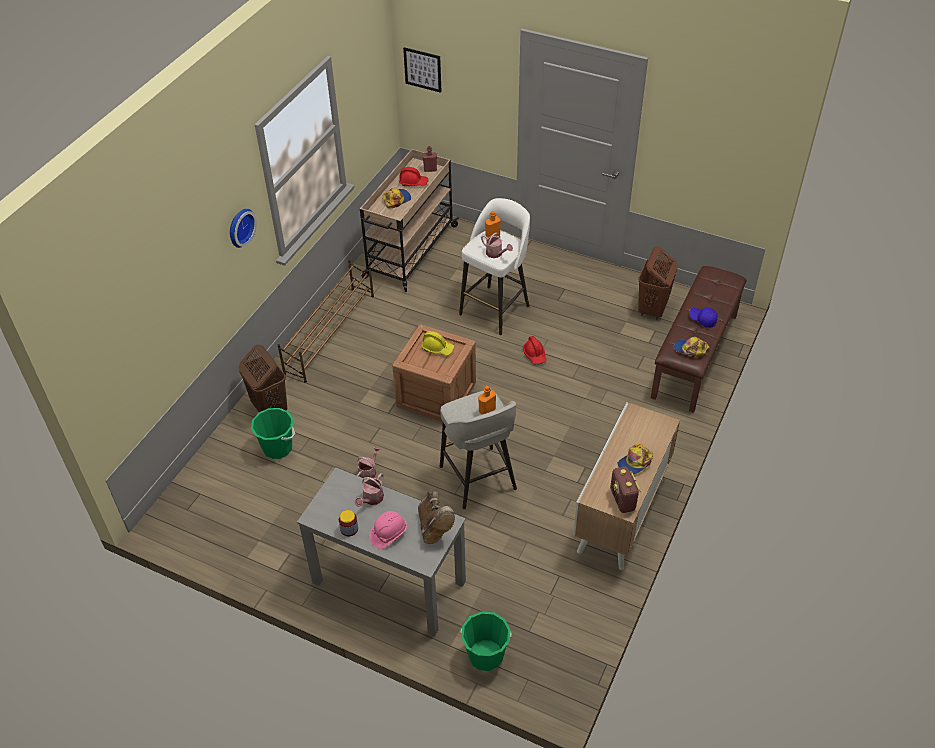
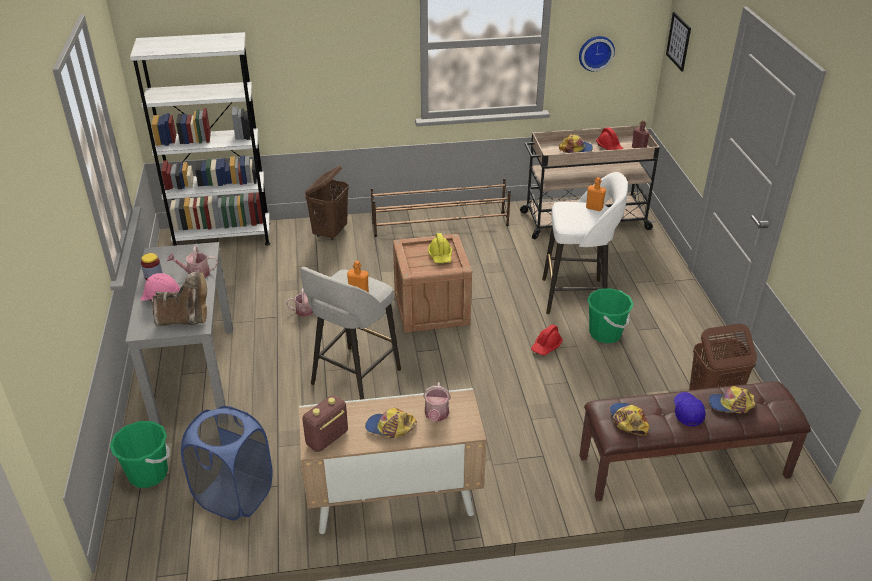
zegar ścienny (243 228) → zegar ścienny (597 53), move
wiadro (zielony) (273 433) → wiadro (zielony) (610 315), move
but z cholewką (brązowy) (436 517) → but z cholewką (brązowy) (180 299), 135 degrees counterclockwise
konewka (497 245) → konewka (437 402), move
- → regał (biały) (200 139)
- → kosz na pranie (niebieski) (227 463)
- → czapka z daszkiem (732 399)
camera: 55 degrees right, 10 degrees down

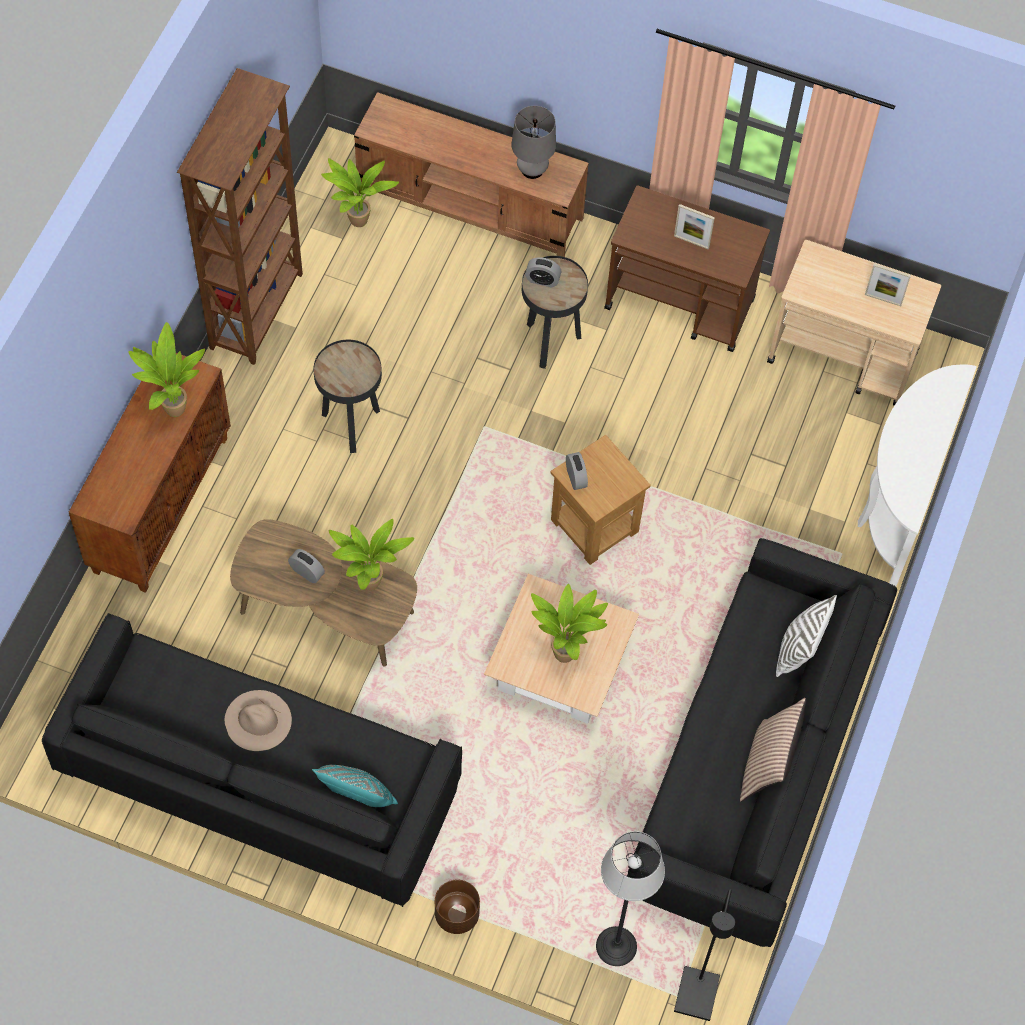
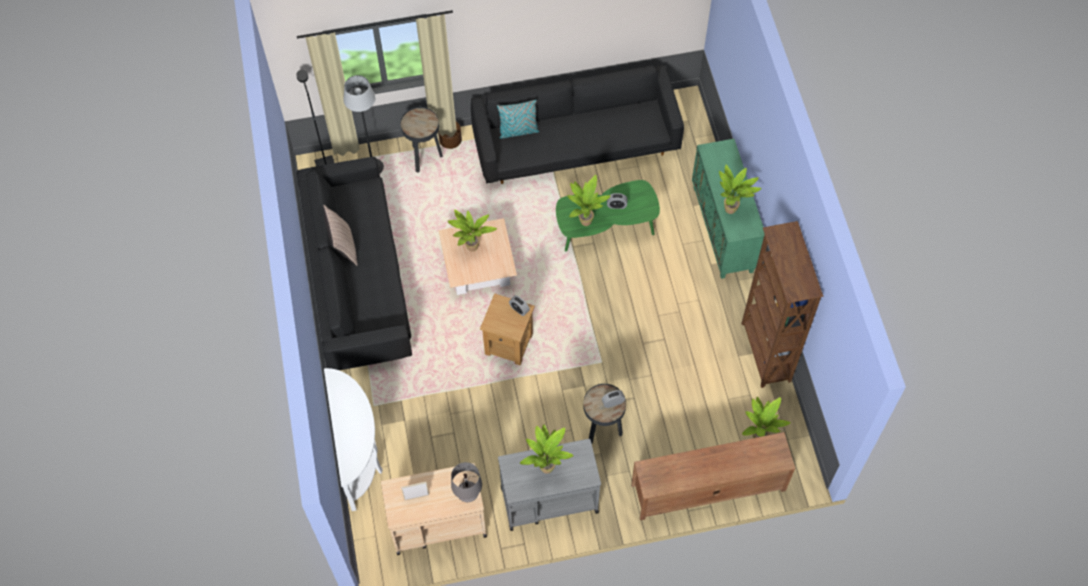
szafka (brązowy) (150 473) → szafka (zielony) (728 209)
kapelusz (beżowy) (258 720) → -
ława (brązowy) (323 592) → ława (zielony) (608 215)
stolik (czarny) (347 396) → stolik (czarny) (421 140), move
lampa stołowa (szary) (533 142) → lampa stołowa (szary) (466 482), move
wózek (brązowy) (687 268) → wózek (szary) (549 485)
ramka na zdjęcie (694 227) → roślina doniczkowa (547 449)
poduszka (biały) (806 636) → -
camera: 150 degrees right, 0 degrees up

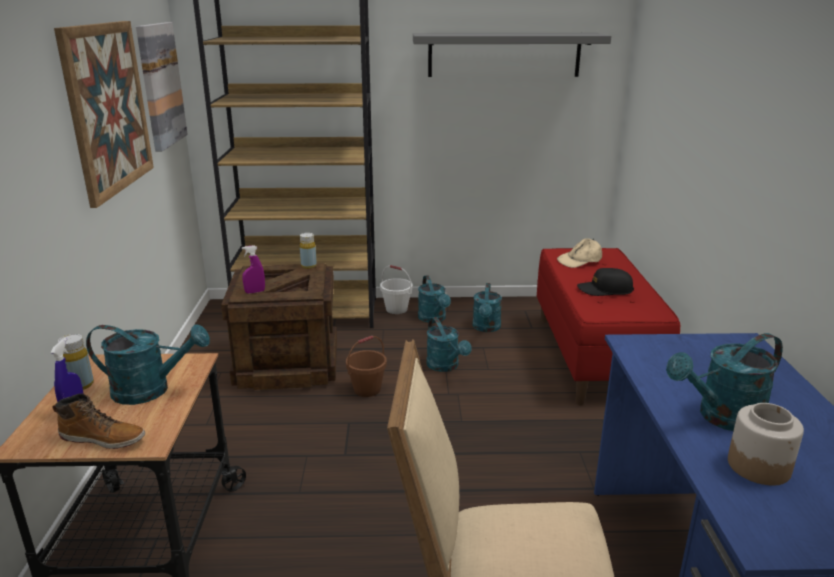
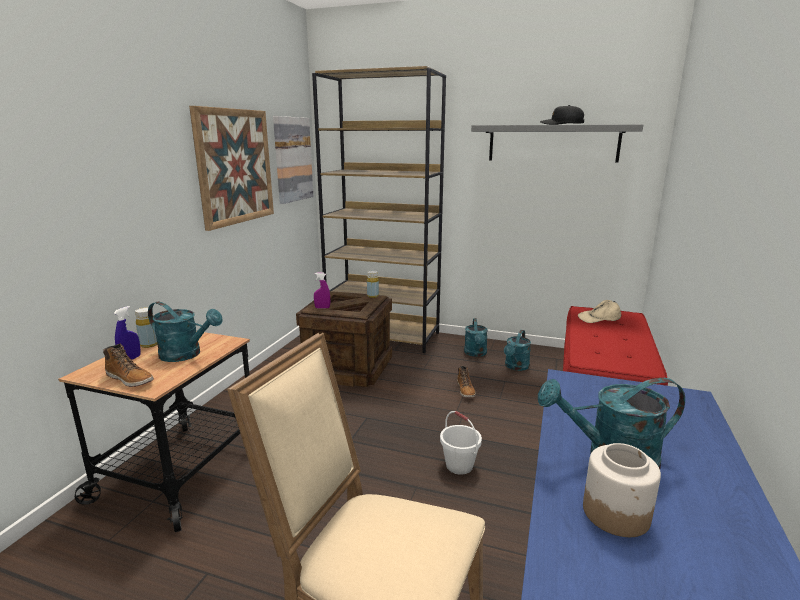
wiadro (brązowy) (366 366) → -
wiadro (biały) (396 289) → wiadro (biały) (461 443), move
konewka (turkusowy) (449 344) → but z cholewką (466 382)
czapka z daszkiem (czarny) (605 282) → czapka z daszkiem (czarny) (562 115), move
camera: 20 degrees right, 5 degrees down

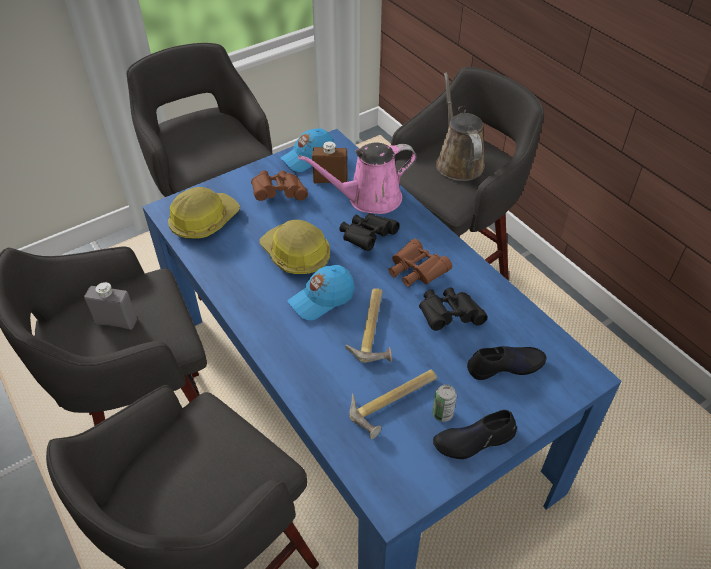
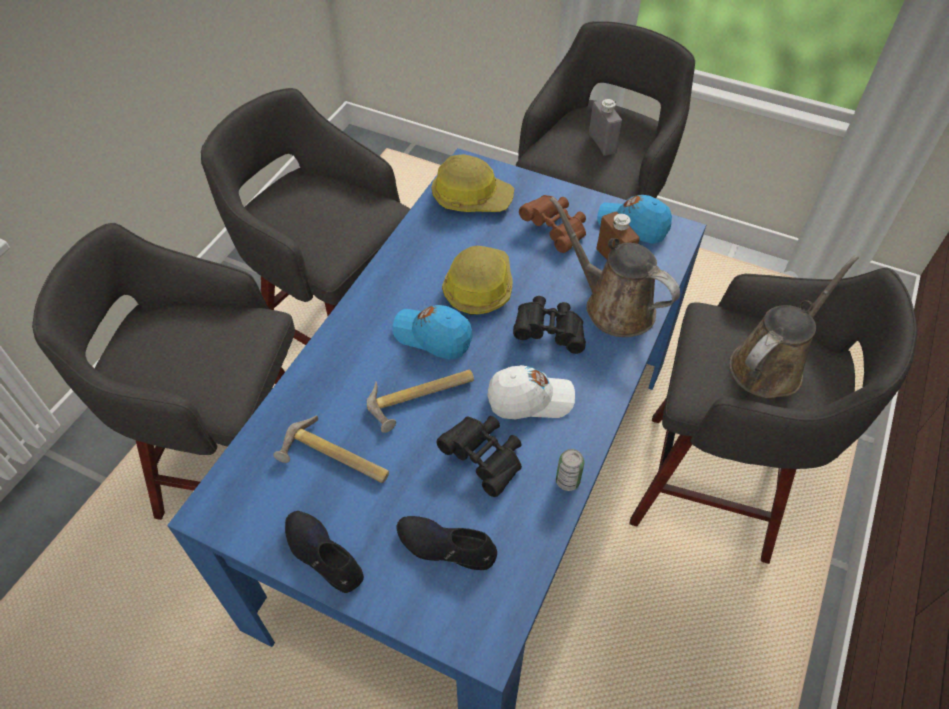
butelka (szary) (110 306) → butelka (szary) (605 127), move
konewka (różowy) (357 178) → konewka (brązowy) (615 267)
lornetka (brązowy) (420 263) → czapka z daszkiem (biały) (531 392)
puszka (445 403) → puszka (570 470), move
but (czarny) (506 363) → but (czarny) (446 543), 150 degrees clockwise
camera: 60 degrees right, 5 degrees up

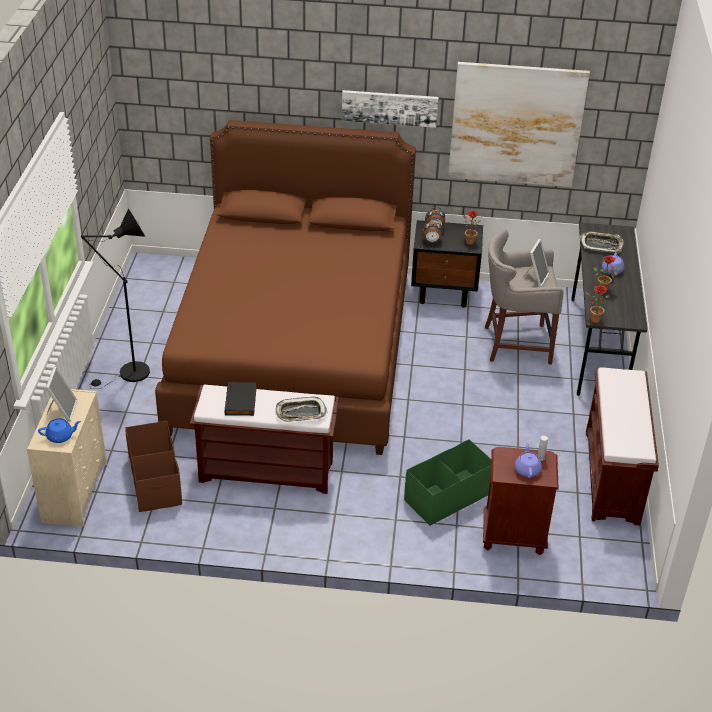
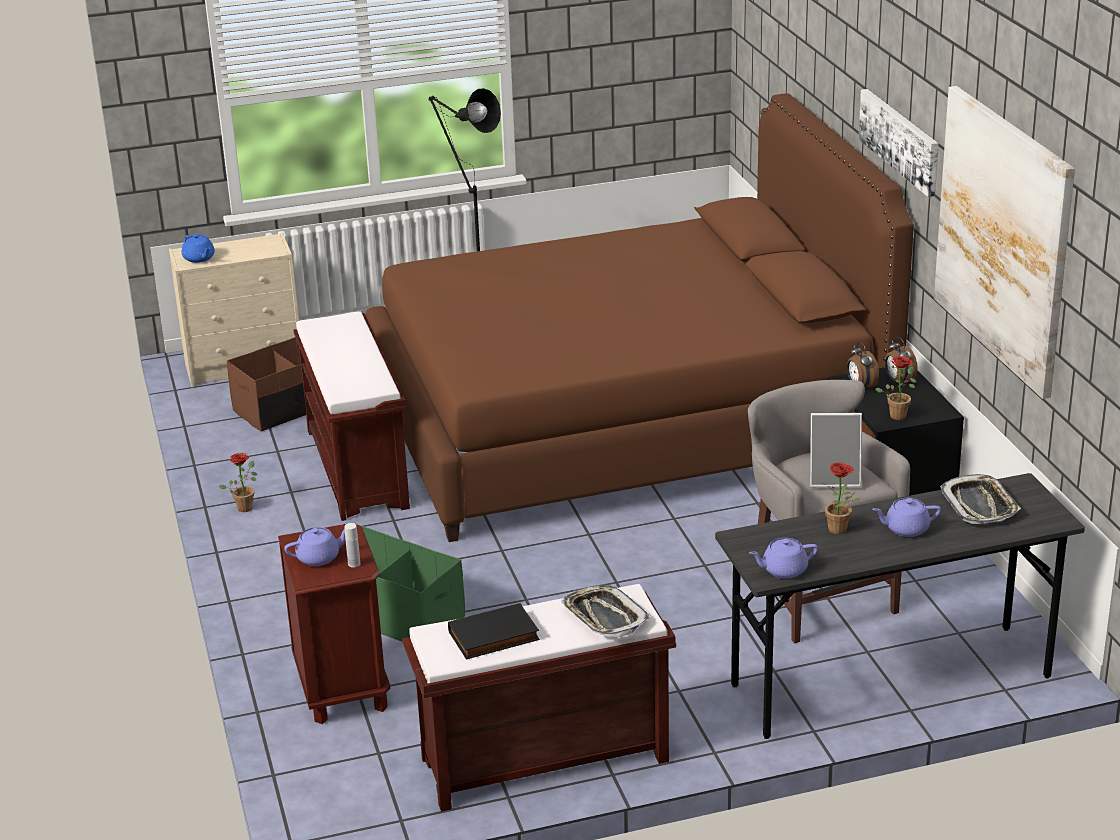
ramka na zdjęcie (61 394) → -
książka (czarny) (241 399) → książka (czarny) (494 631), move
taca (301 409) → taca (605 611), move
roślina doniczkowa (597 304) → roślina doniczkowa (238 482), move
- → imbryk (fioletowy) (783 558)
camera: 70 degrees right, 10 degrees down

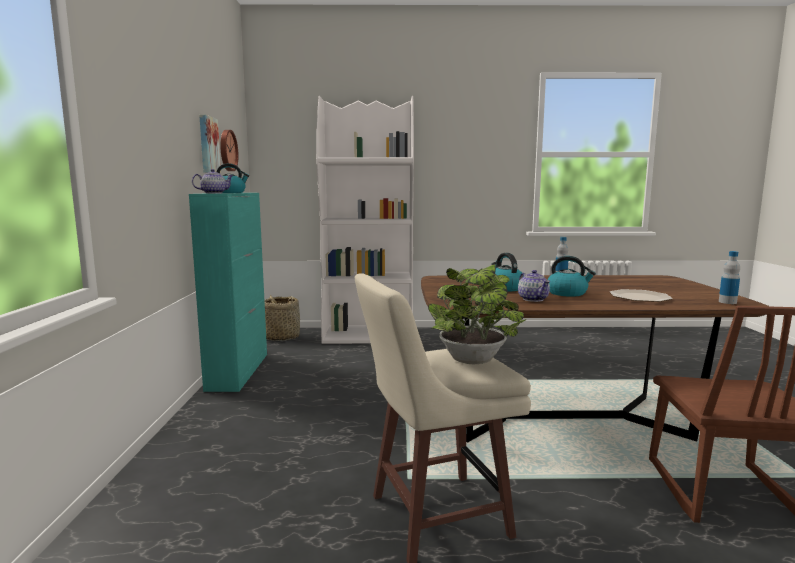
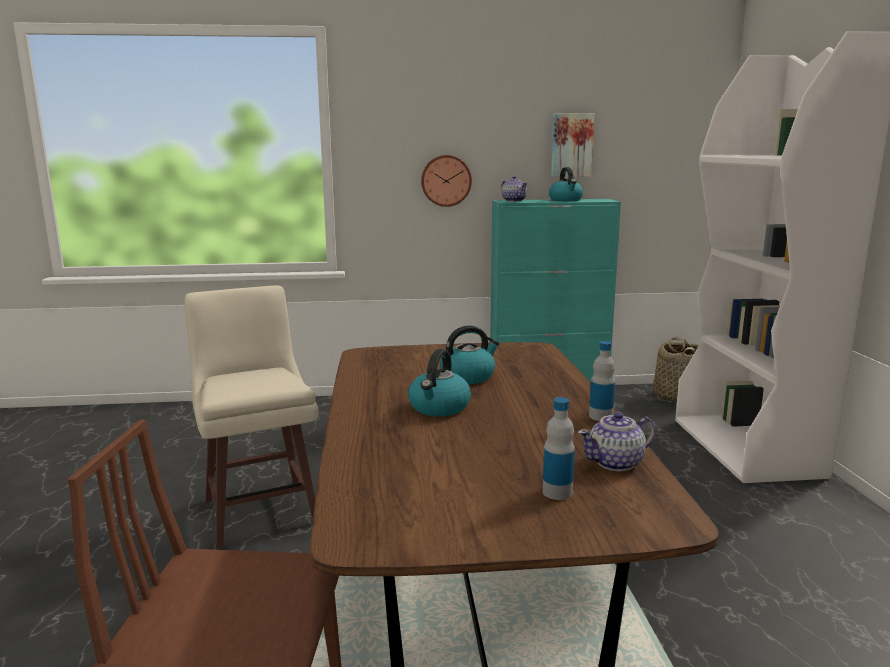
zegar ścienny (229 150) → zegar ścienny (446 181), move
roślina doniczkowa (477 314) → -
imbryk (534 286) → imbryk (616 441), move
talerz (641 295) → -
butelka (729 277) → butelka (558 448), move
camera: 85 degrees right, 5 degrees up

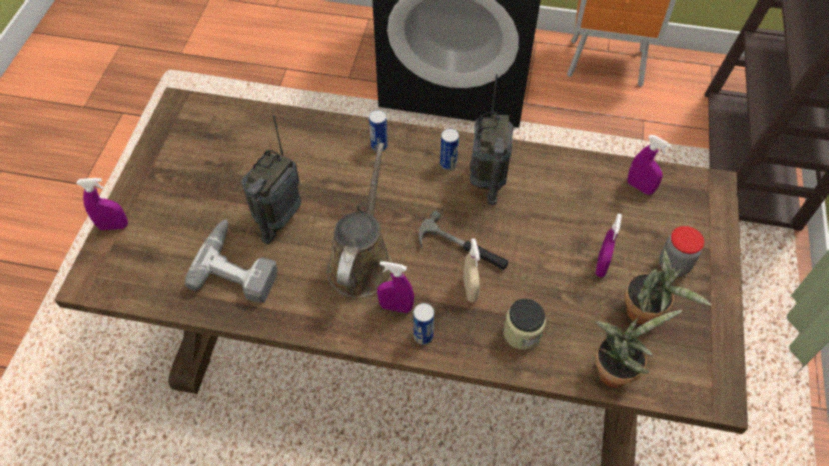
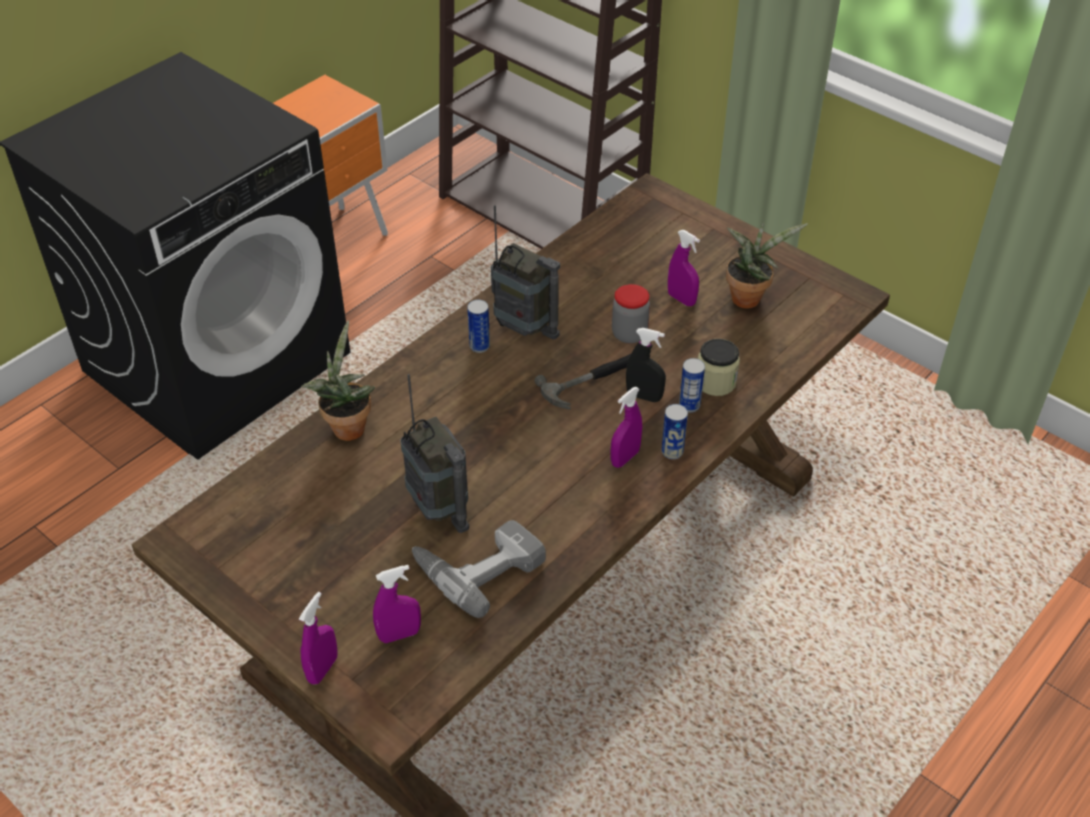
konewka (brązowy) (359 220) → -
puszka (378 131) → puszka (692 385), move
spryskiwacz (beżowy) (471 271) → spryskiwacz (czarny) (646 365)
roślina doniczkowa (638 348) → roślina doniczkowa (338 380), move
spryskiwacz (fioletowy) (649 165) → spryskiwacz (fioletowy) (397 604), move
słoik (681 251) → słoik (631 313), move
camera: 60 degrees left, 10 degrees down

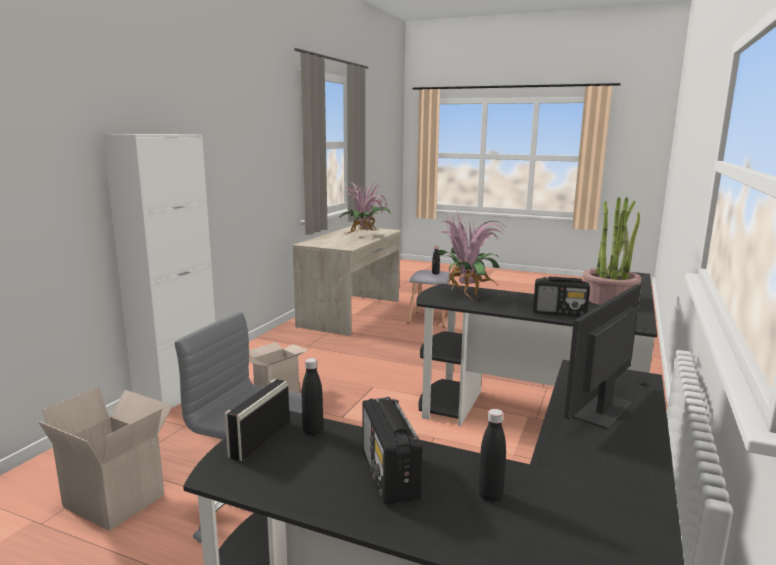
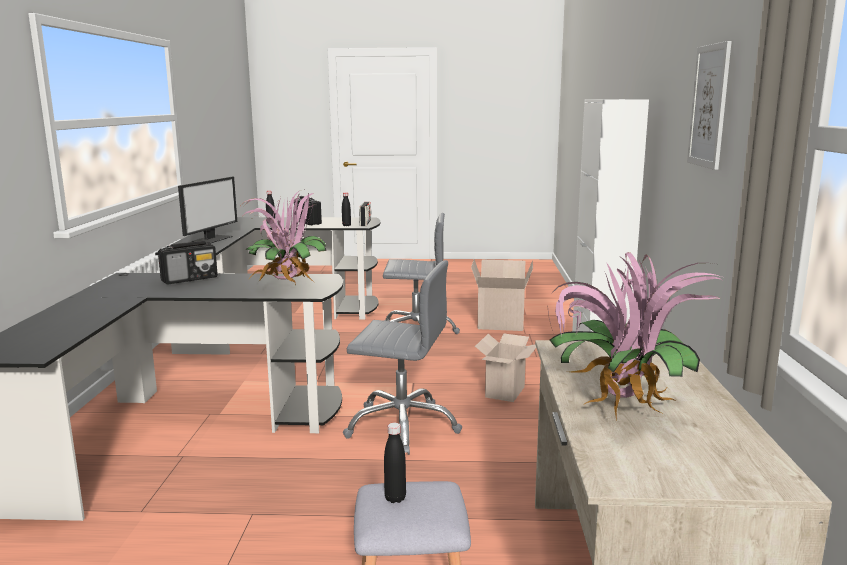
radio (561 296) → radio (188 262), 150 degrees clockwise
roślina doniczkowa (612 251) → -
- → krzesło biurowe (szary) (402 357)
- → obraz (709 105)
camera: 160 degrees right, 0 degrees up

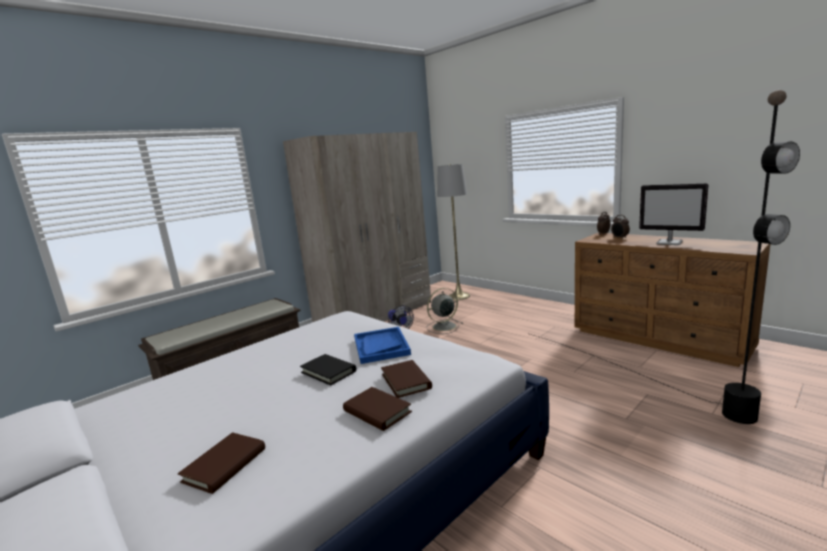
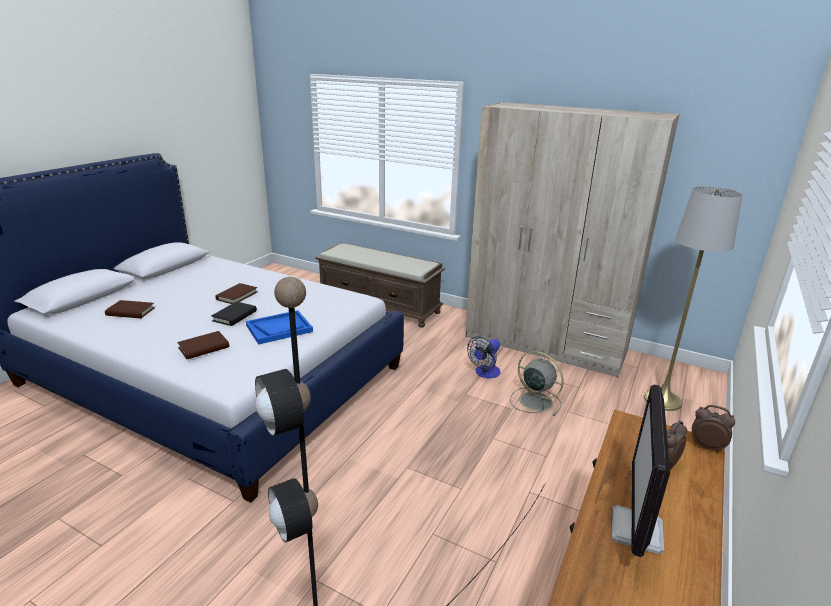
książka (brązowy) (377 409) → książka (brązowy) (236 293), move
camera: 70 degrees right, 10 degrees up

